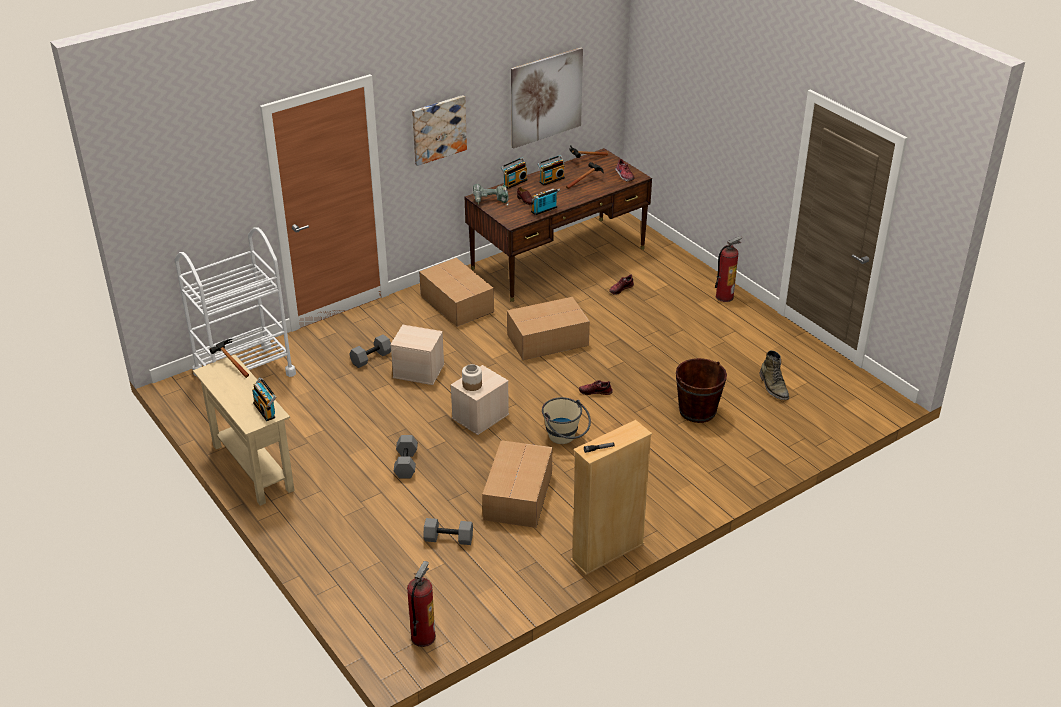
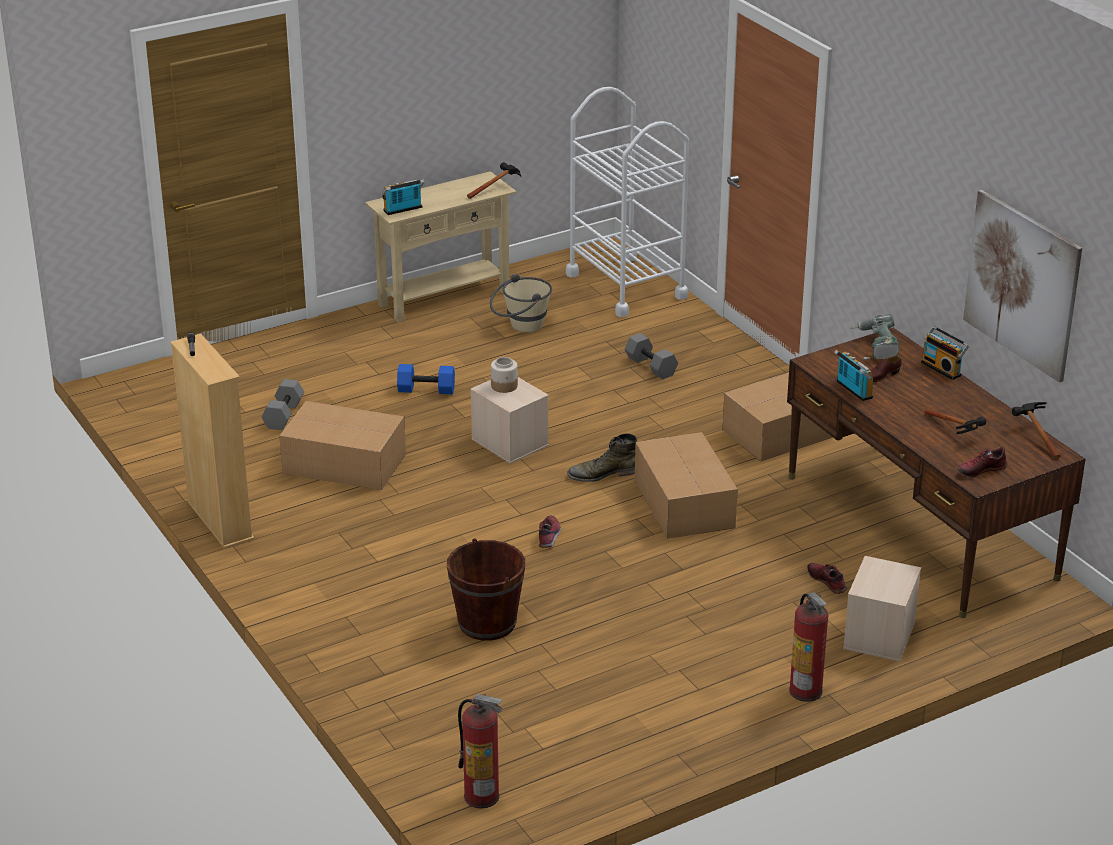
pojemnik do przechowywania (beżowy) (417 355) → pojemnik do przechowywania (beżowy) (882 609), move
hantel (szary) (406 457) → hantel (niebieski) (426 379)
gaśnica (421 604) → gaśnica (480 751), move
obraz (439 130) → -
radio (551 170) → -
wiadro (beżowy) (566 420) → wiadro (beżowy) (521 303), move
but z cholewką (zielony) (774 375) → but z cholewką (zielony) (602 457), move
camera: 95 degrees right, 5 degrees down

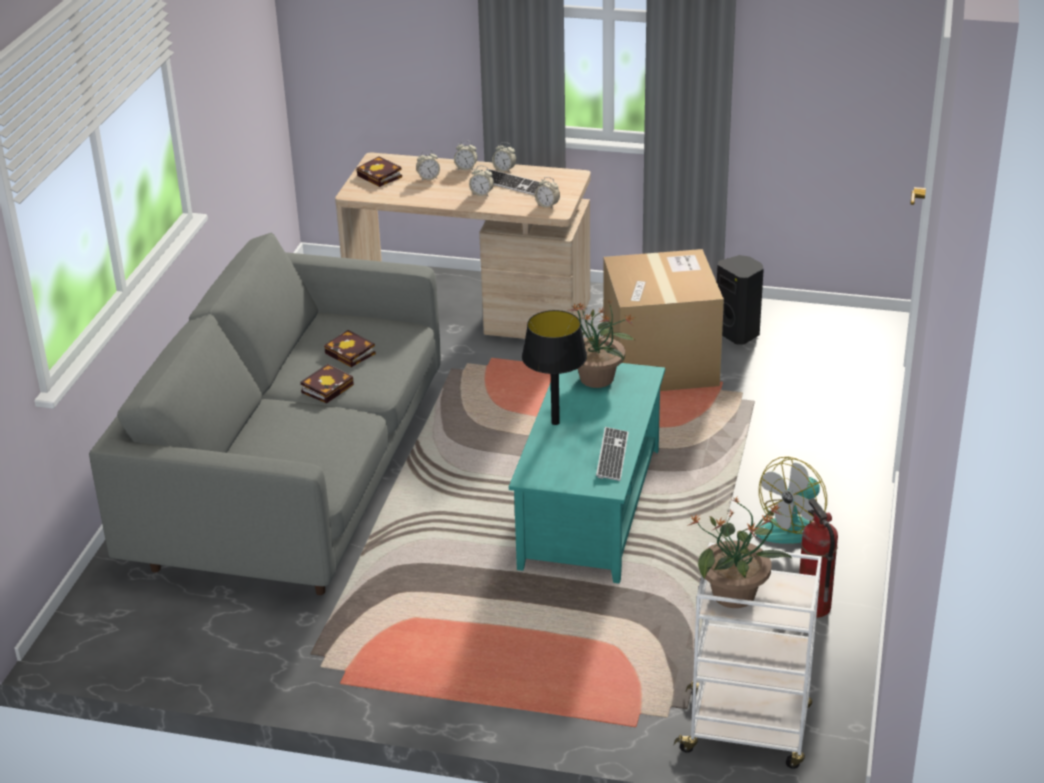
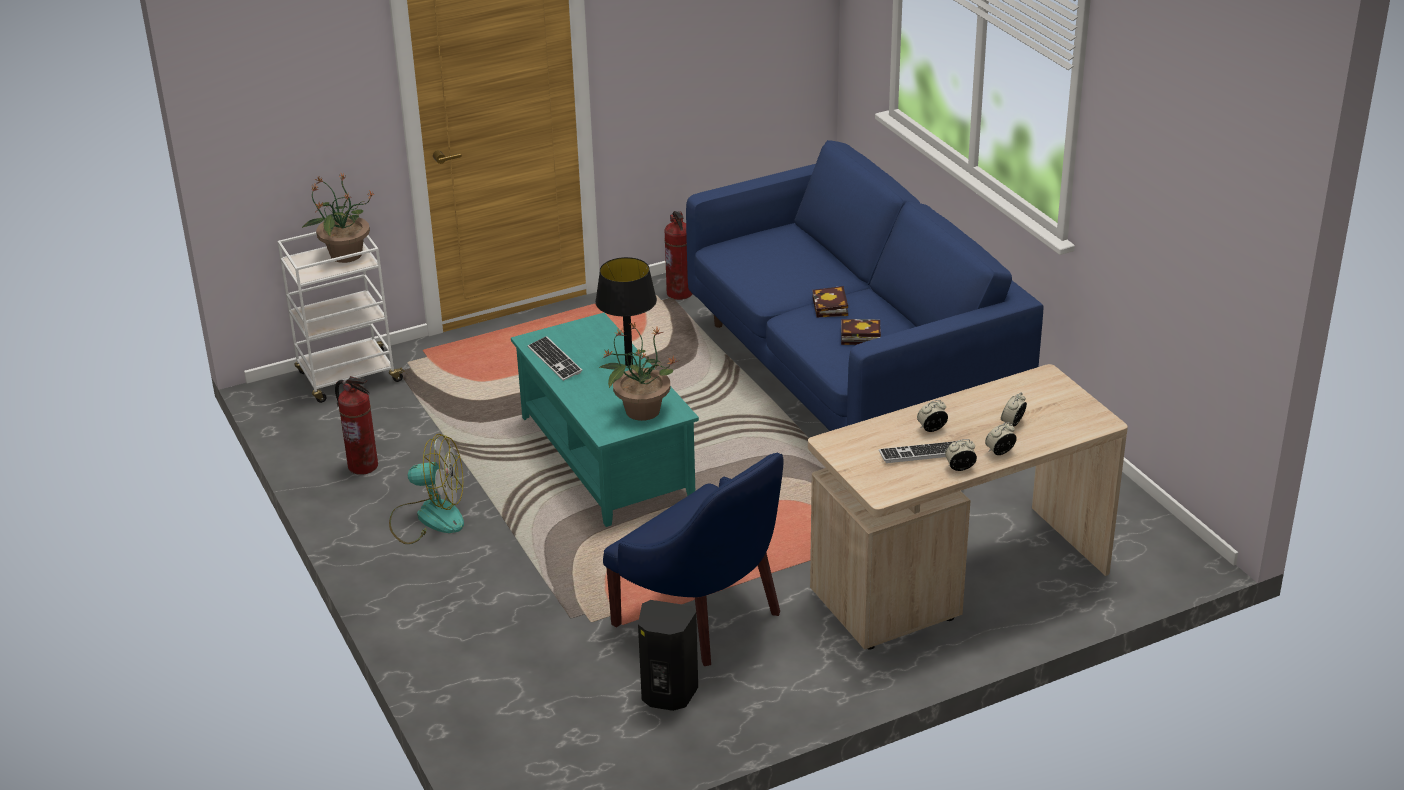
kanapa (szary) (265 414) → kanapa (niebieski) (865 285)
książka (379 171) → -
budzik (547 193) → -
karton (663 320) → fotel (niebieski) (693 559)
wentylator (791 500) → wentylator (426 489), 90 degrees clockwise
- → gaśnica (678 255)
camera: 140 degrees right, 0 degrees up

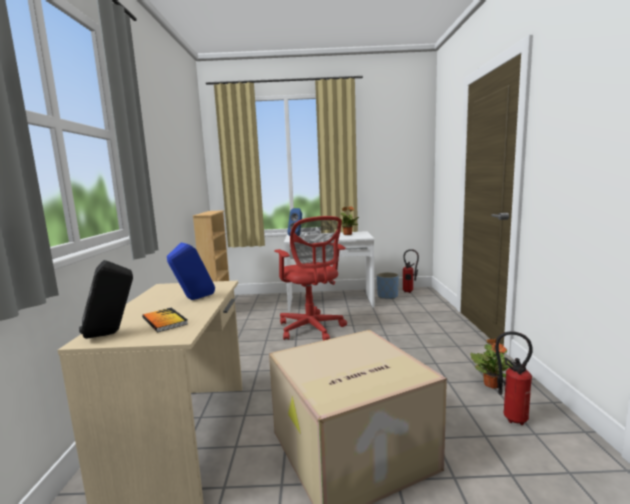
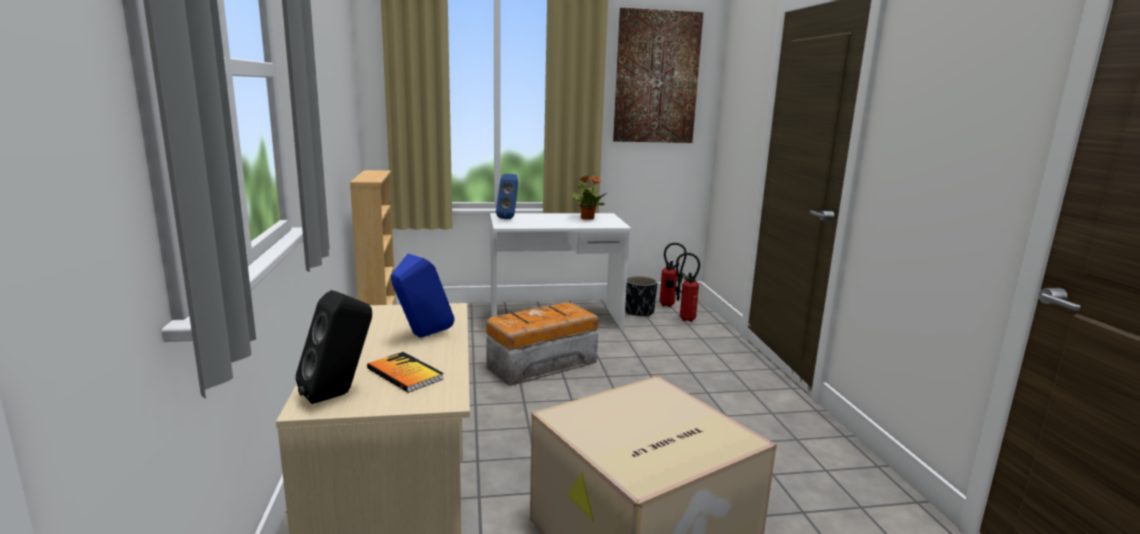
krzesło biurowe (czerwony) (310 278) → pojemnik do przechowywania (542 344)
donica (niebieski) (388 285) → donica (czarny) (641 296)
roślina doniczkowa (491 364) → -
gaśnica (514 378) → gaśnica (688 287), move
- → obraz (658 75)
camera: 10 degrees left, 5 degrees up

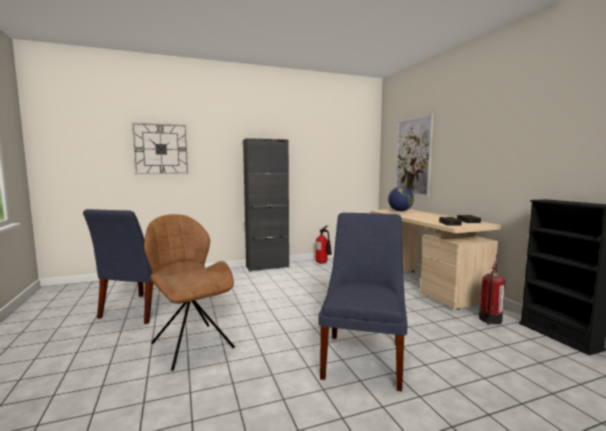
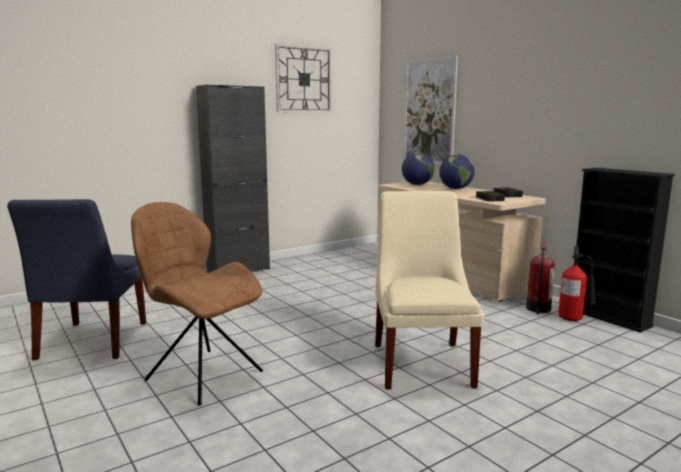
zegar ścienny (160 148) → zegar ścienny (303 78), move
gaśnica (324 244) → gaśnica (577 283), move
krzesło (niebieski) (363 302) → krzesło (beżowy) (430 290)
- → globus (456 171)
camera: 15 degrees left, 5 degrees up

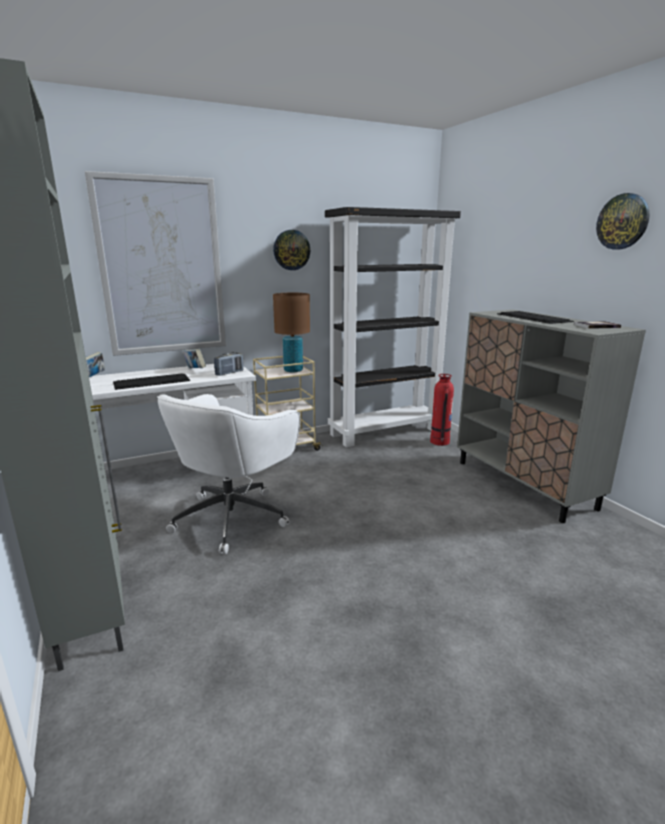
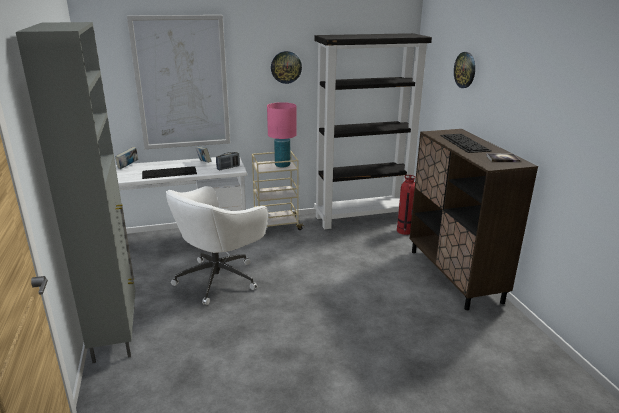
lampa stołowa (brązowy) (291 332) → lampa stołowa (różowy) (281 135)
szafka (szary) (551 416) → szafka (brązowy) (474 219)
zegar ścienny (623 221) → zegar ścienny (464 70), move
camera: 10 degrees right, 5 degrees up

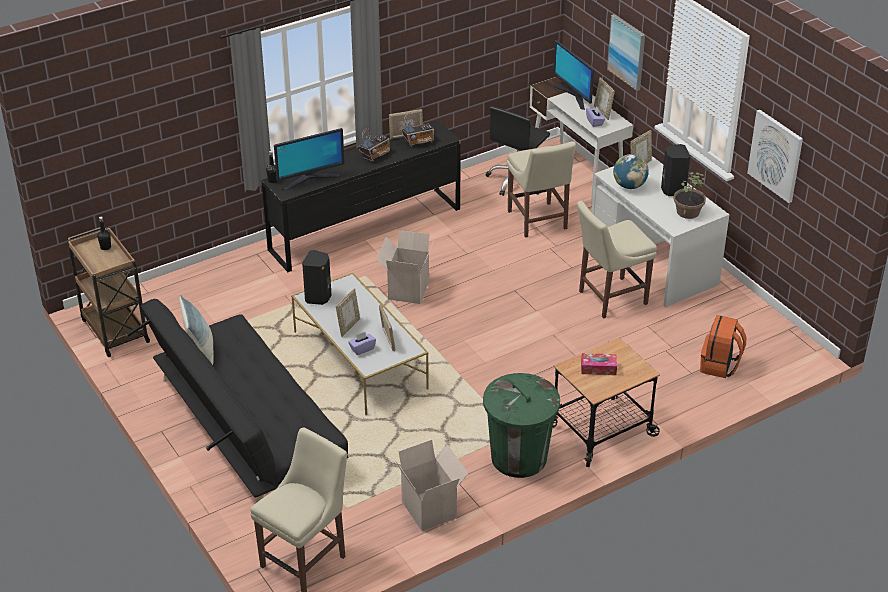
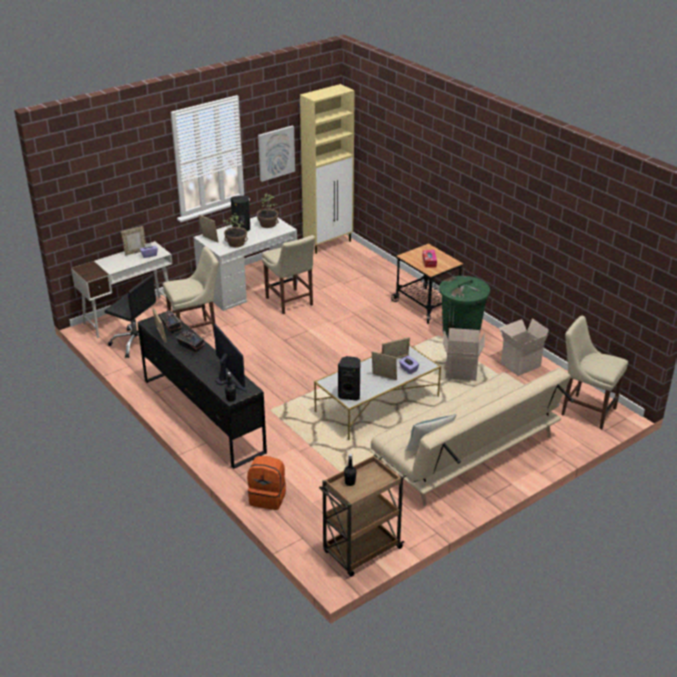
kanapa (czarny) (236 401) → kanapa (beżowy) (472 437)
karton (405 267) → karton (464 354), move
monitor (573 75) → -
obraz (626 52) → -
globus (631 171) → roślina doniczkowa (236 230)
plecak (pomarańczowy) (723 346) → plecak (pomarańczowy) (266 483), move
- → szafka (beżowy) (327 169)
camera: 95 degrees left, 5 degrees down

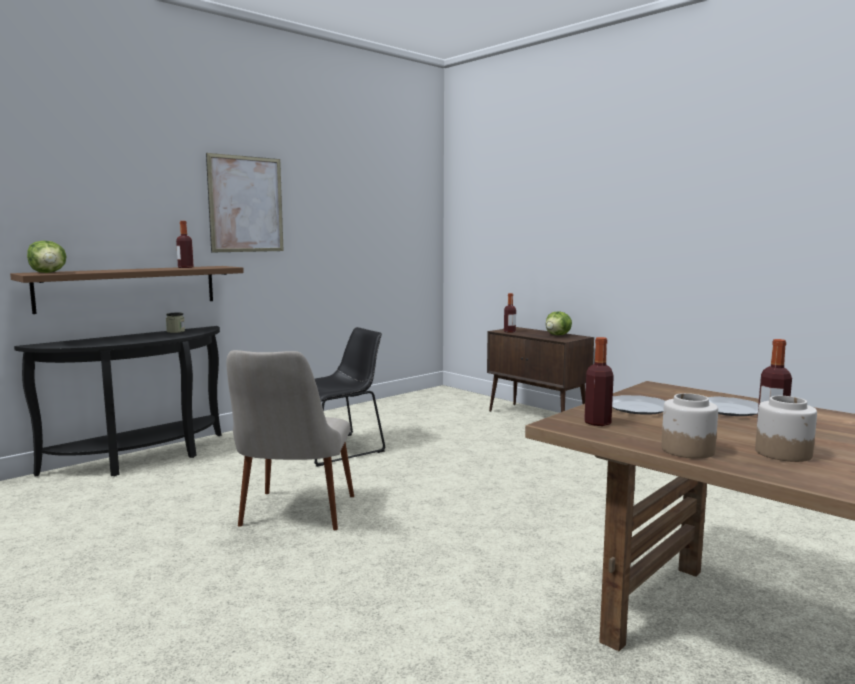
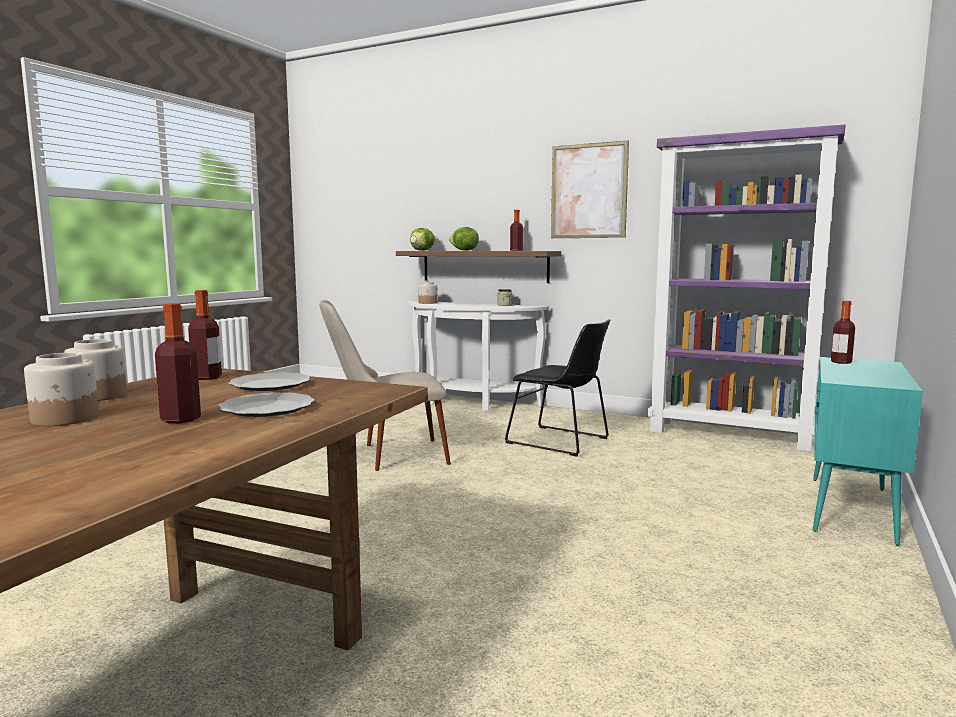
stolik konsolowy (czarny) (118 401) → stolik konsolowy (biały) (479 356)
szafka (brązowy) (540 369) → szafka (turkusowy) (868 451)
sałata (559 323) → sałata (464 239), move
- → słoik (428 293)
- → regał (fioletowy) (747 288)
camera: 70 degrees right, 0 degrees up

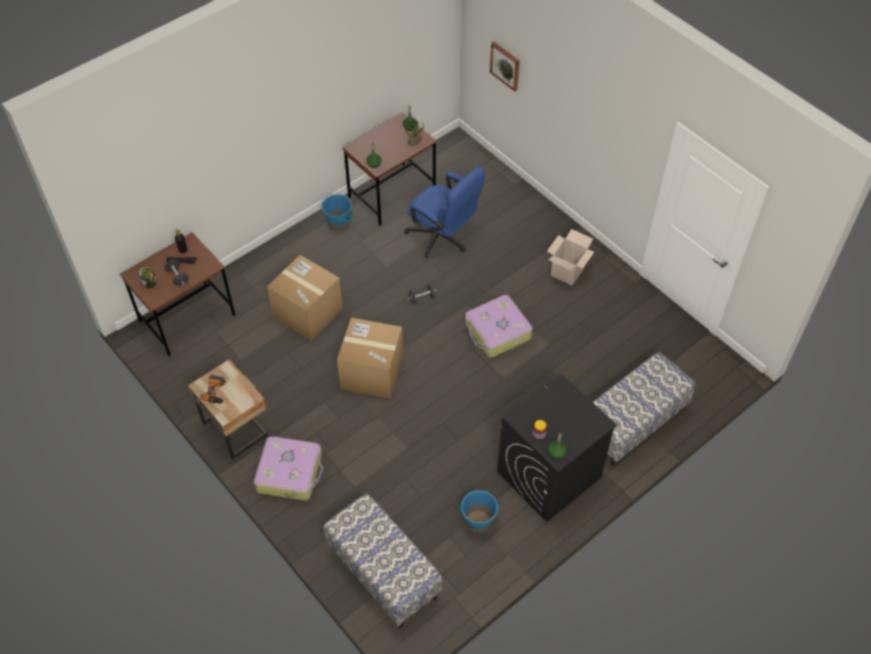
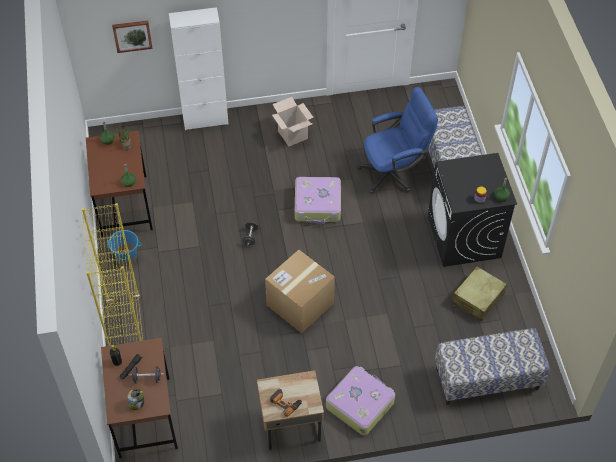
karton (305 298) → -
krzesło biurowe (niebieski) (444 212) → krzesło biurowe (niebieski) (397 140), move
wiadro (niebieski) (479 511) → walizka (beżowy) (479 293)
- → regał (żółty) (112 274)
- → szafka (biały) (199 68)
camera: 60 degrees left, 0 degrees up

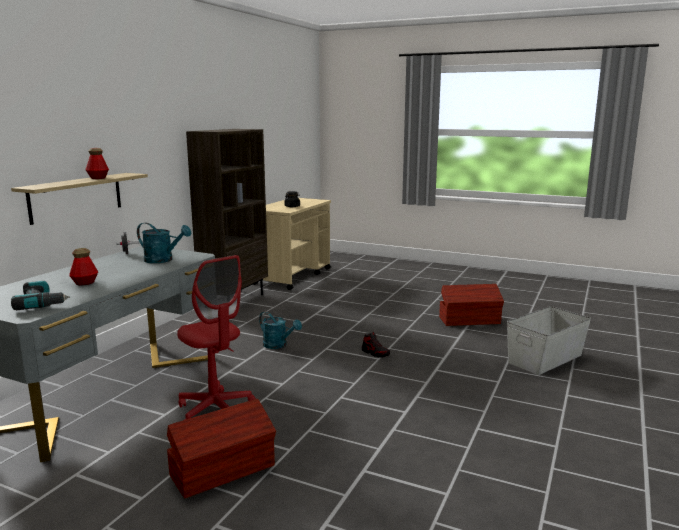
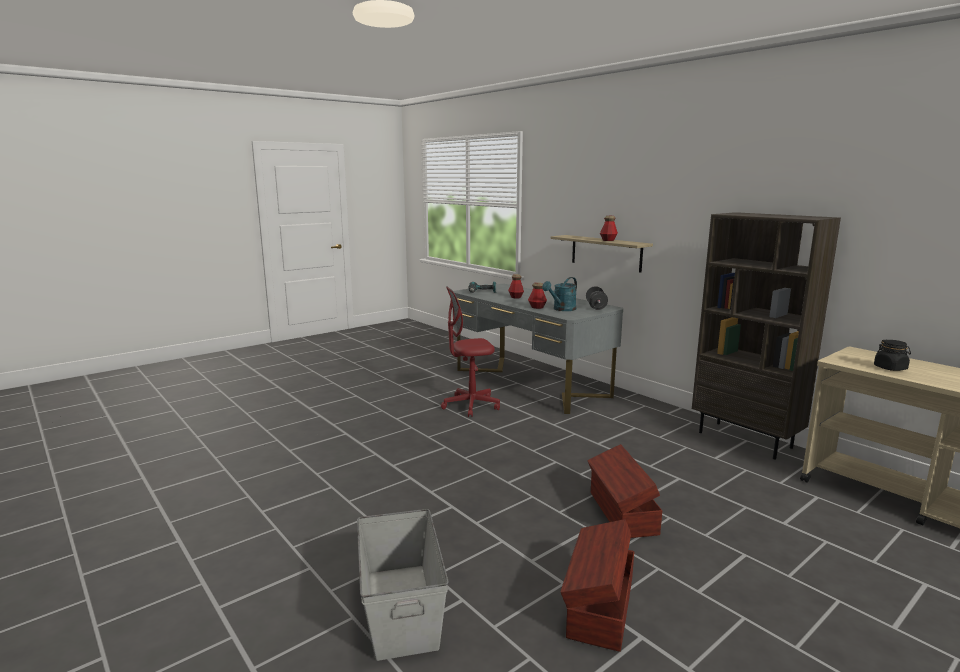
pojemnik do przechowywania (brązowy) (221 448) → pojemnik do przechowywania (brązowy) (624 491), move
konewka (turkusowy) (280 330) → -
but (376 345) → -
- → butelka (537 295)
camera: 115 degrees right, 0 degrees up

